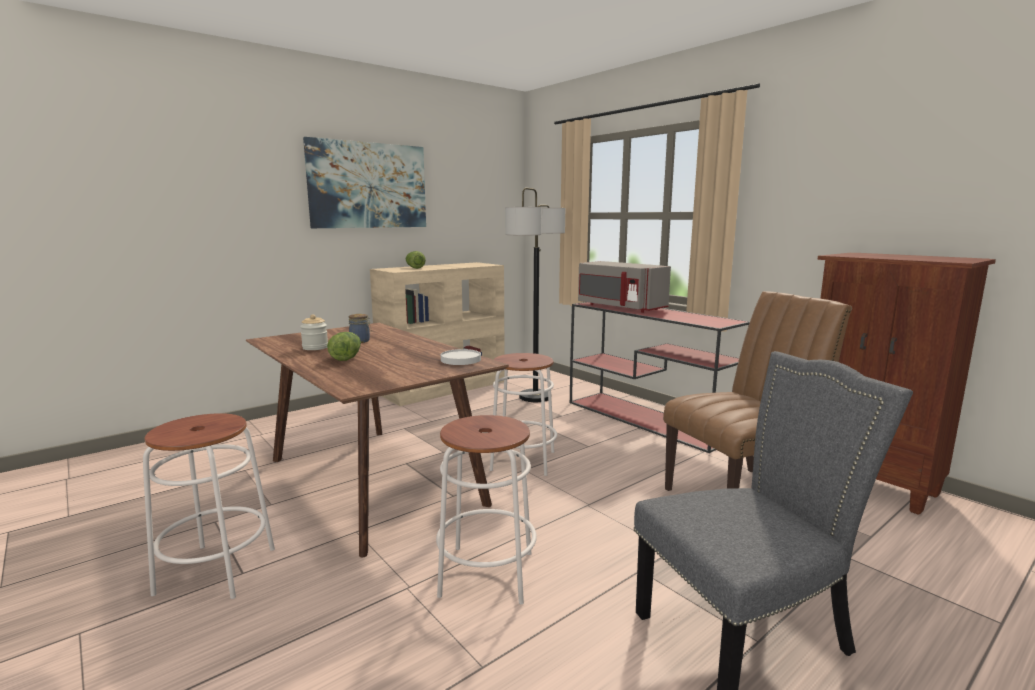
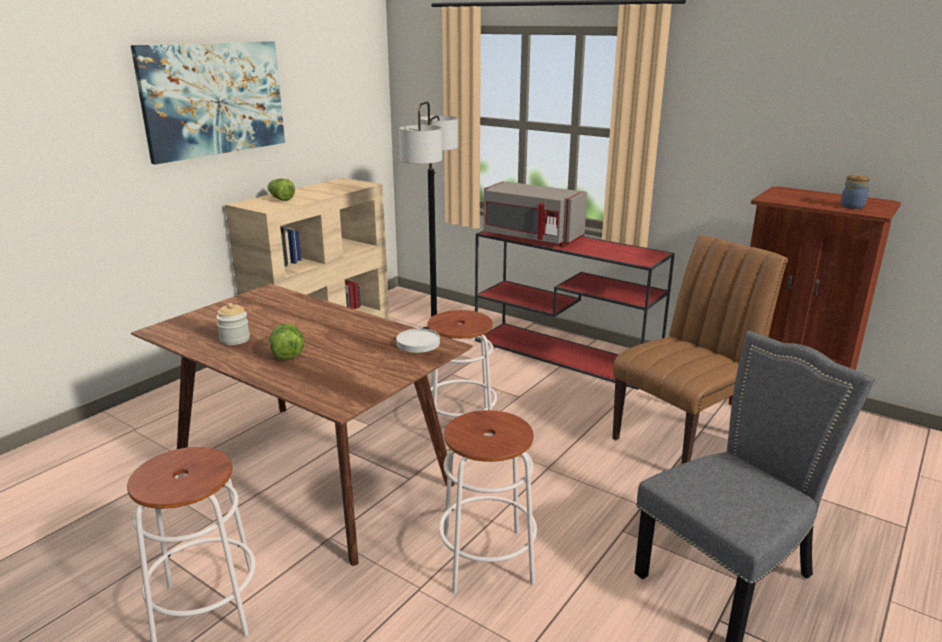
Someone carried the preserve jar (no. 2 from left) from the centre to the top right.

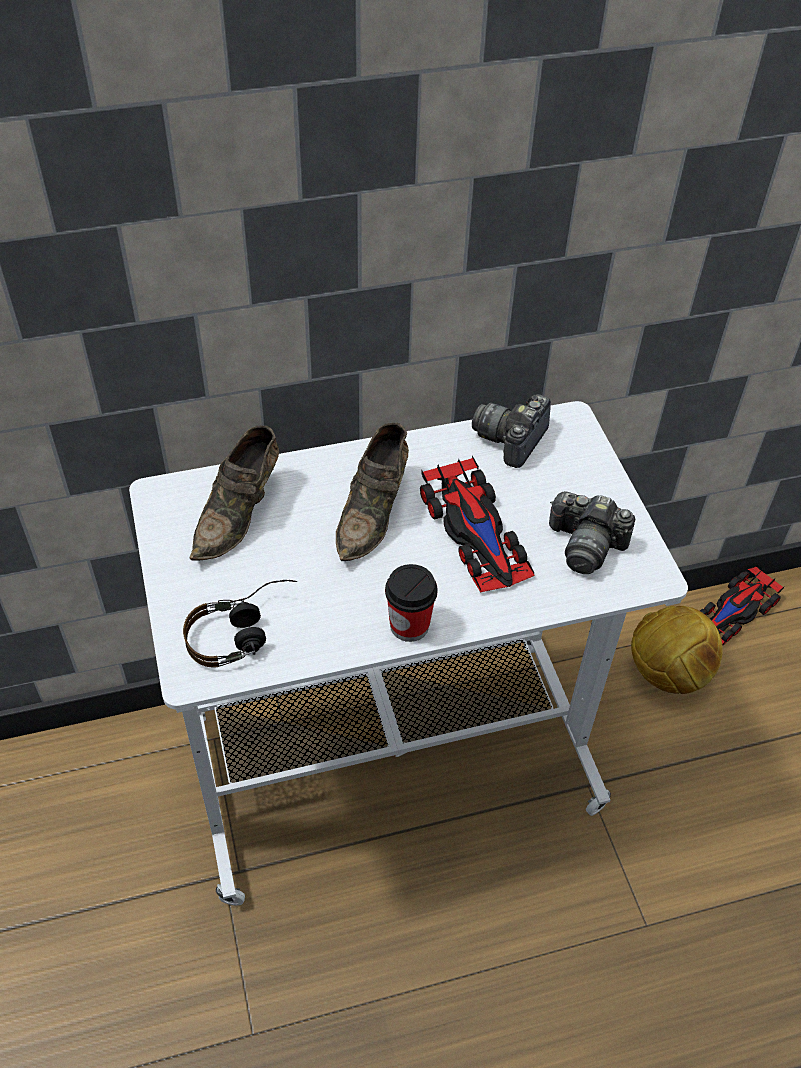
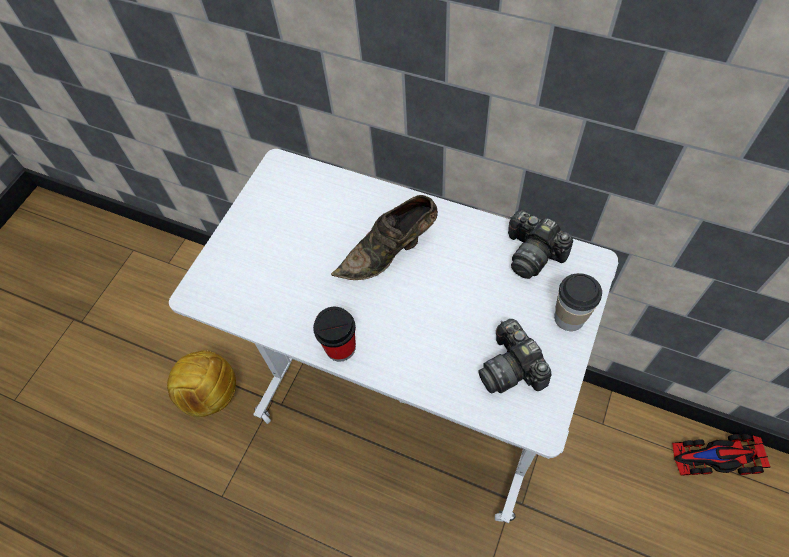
Someone took away the headset at the middle left.
Someone took away the brown low shoe (no. 1 from left) at the middle left.
Someone took away the toy car (no. 1 from left) at the centre.
Someone put down the drinking cup (no. 2 from left) at the middle right.
Someone carried the football ball from the middle right to the bottom left.
Someone rotated the still camera (no. 1 from left in the first image) at the centre by 120 degrees counterclockwise.

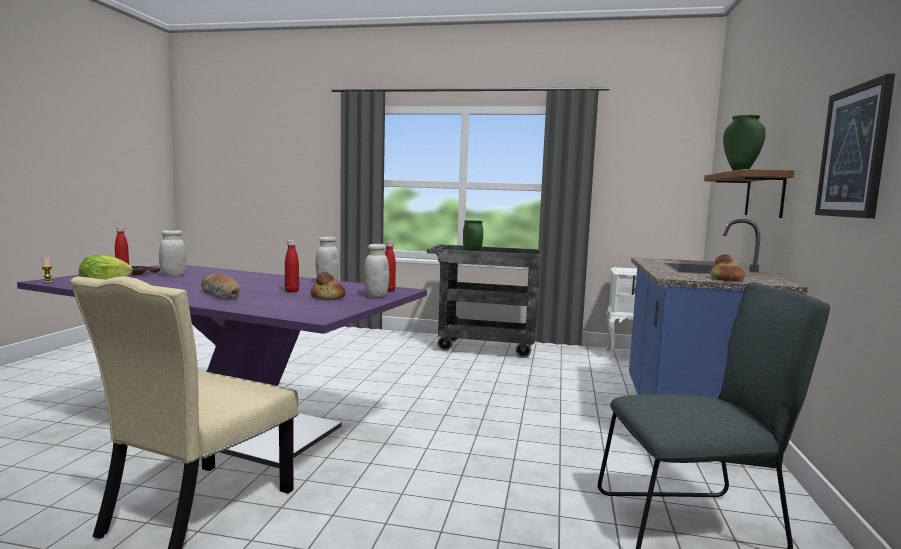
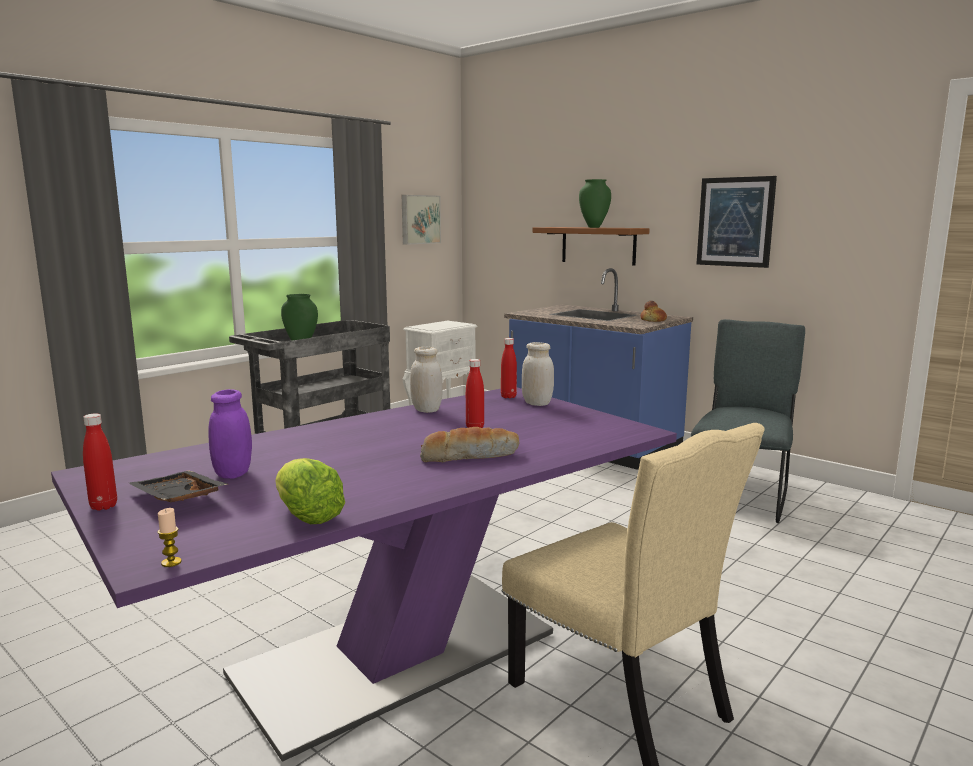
Someone took away the bakery bread (no. 2 from left) at the centre.
Someone put up the picture (no. 1 from left) at the top centre.
Someone repainted the white preserve jar (no. 1 from left) at the middle left, which became the purple preserve jar at the middle left.

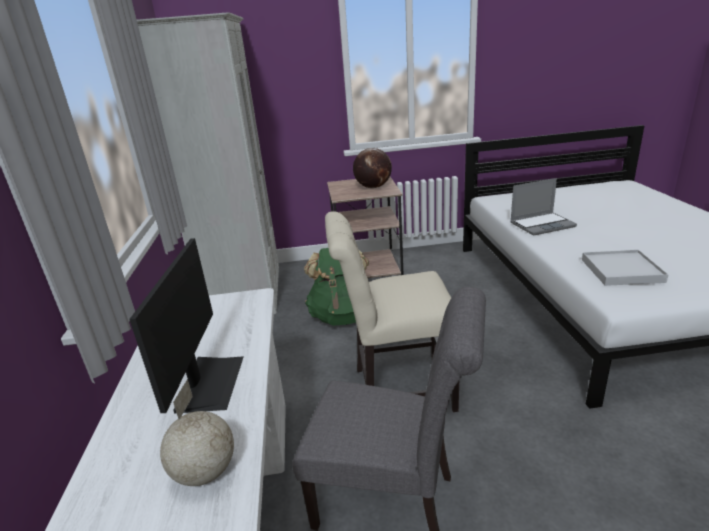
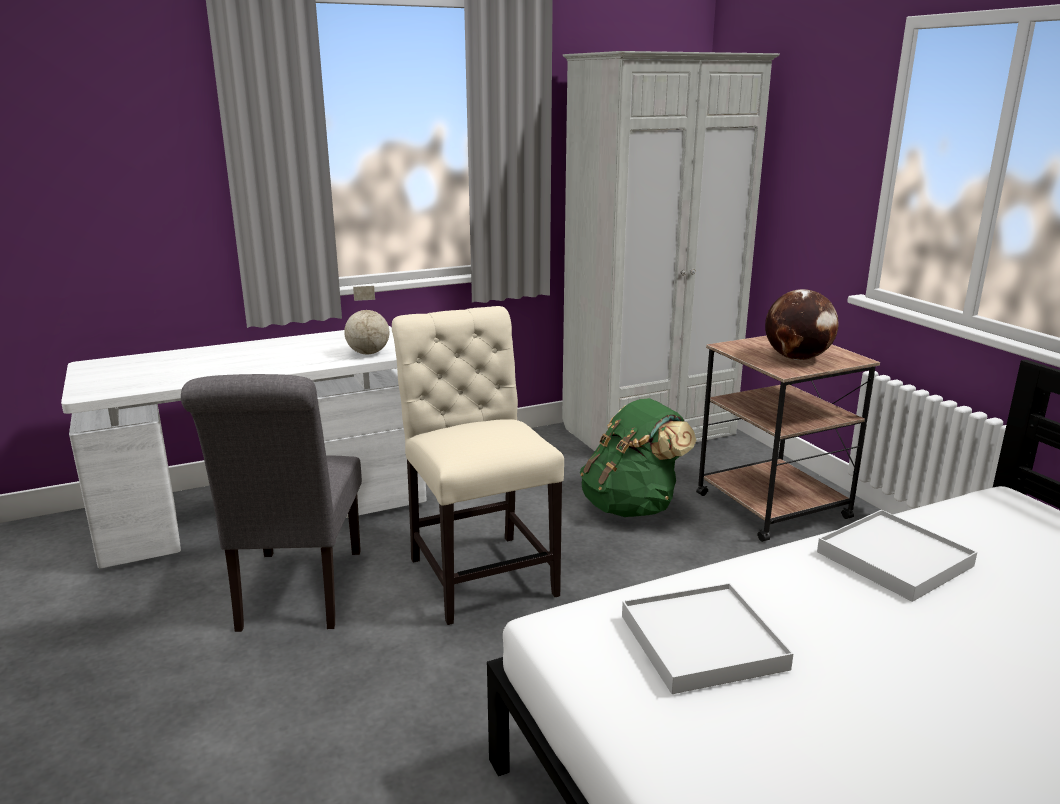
Someone took away the computer display at the middle left.
Someone carried the desk globe (no. 1 from left) from the bottom left to the centre.
Someone swapped the portable computer at the middle right for the white carrying tray (no. 2 from left) at the bottom right.

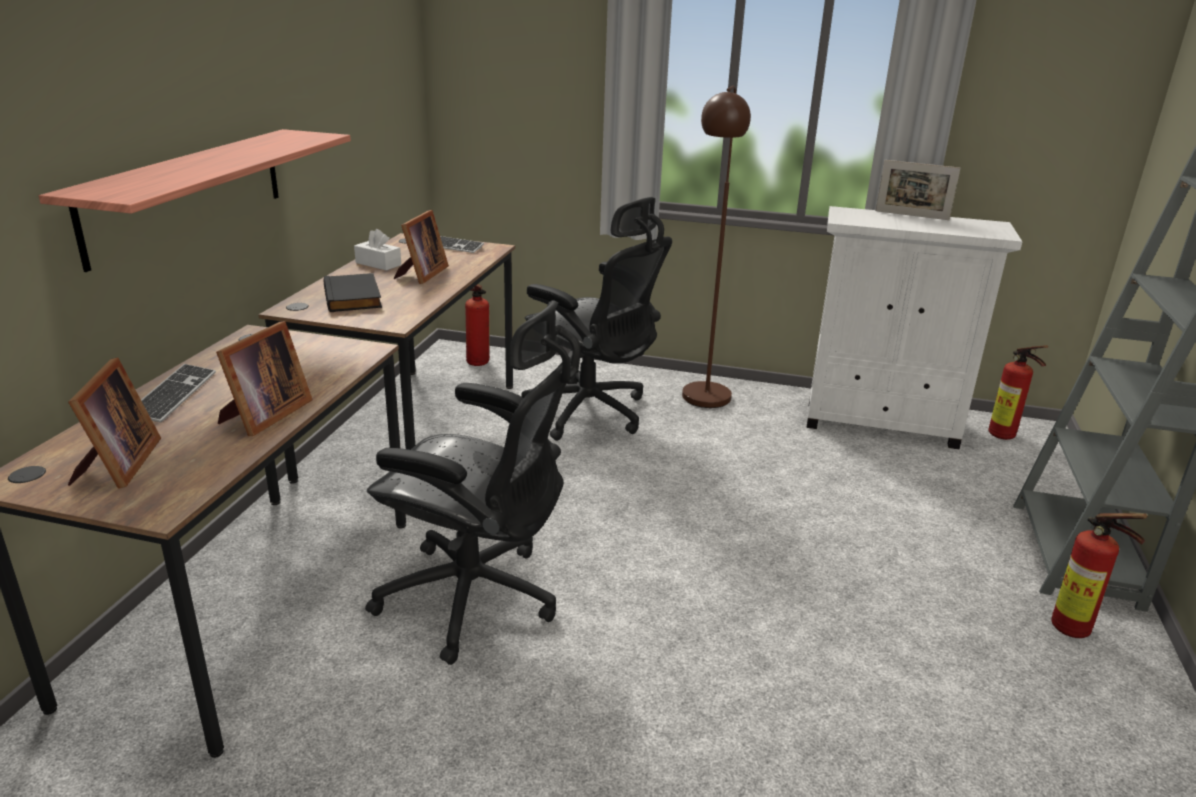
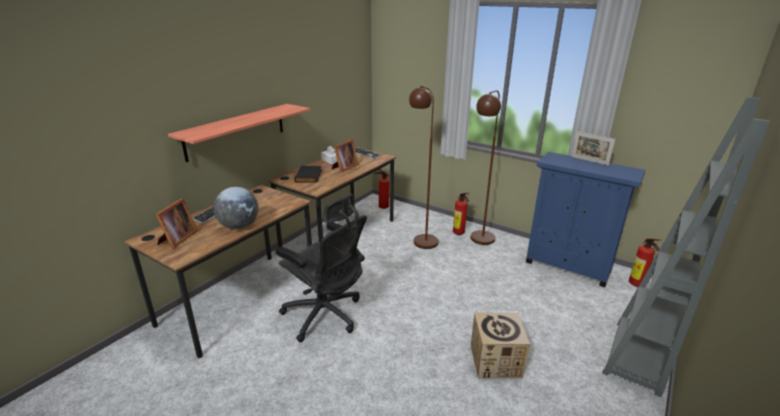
Someone put down the cardboard box at the bottom centre.
Someone carried the fire-fighting cylinder (no. 3 from left in the first image) from the bottom right to the centre.
Someone swapped the standing frame (no. 2 from left) at the middle left for the desk globe at the middle left.
Someone swapped the office chair (no. 2 from left) at the centre for the brown floor lamp (no. 1 from left) at the centre.
Someone repainted the white cupboard at the middle right, which became the blue-coloured cupboard at the middle right.

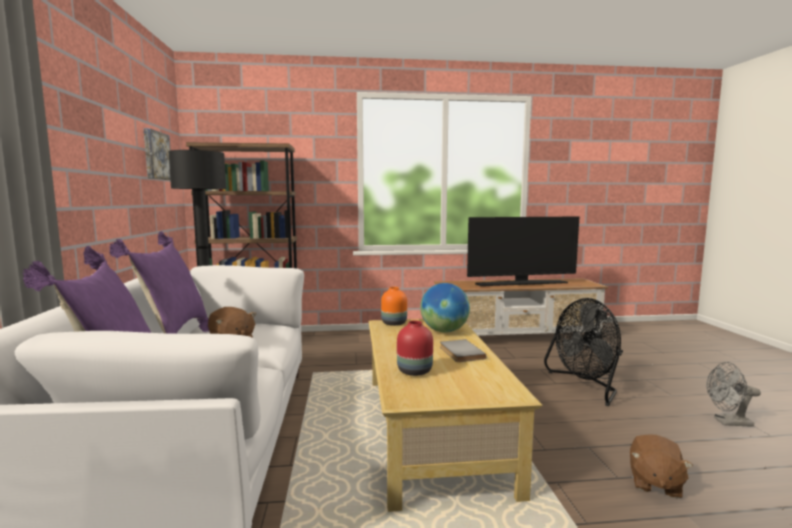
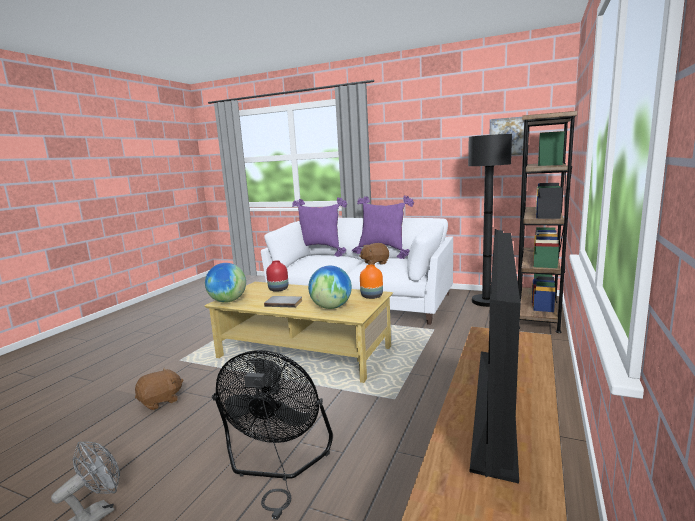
Someone put down the desk globe (no. 1 from left) at the middle left.
Someone rotated the brown cuddly toy (no. 2 from left in the first image) at the bottom right by 90 degrees clockwise.

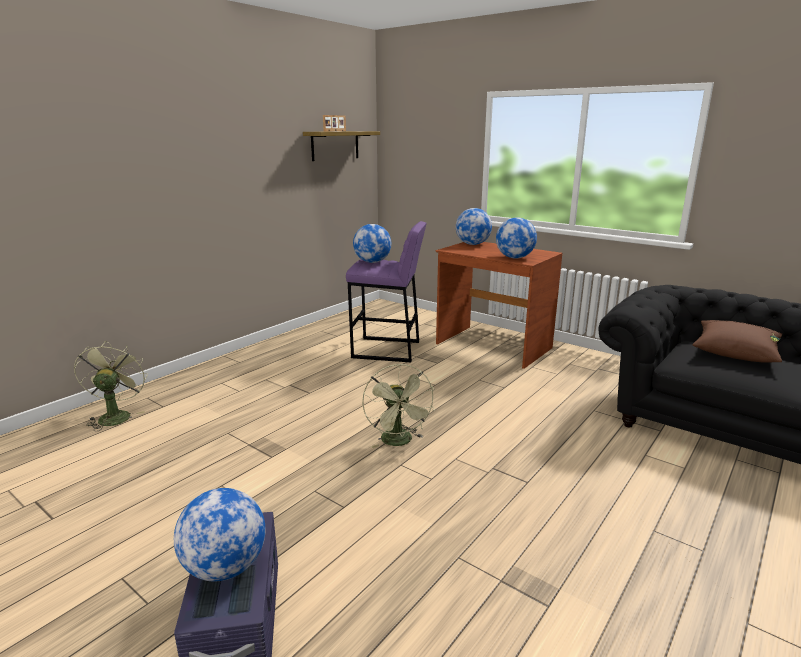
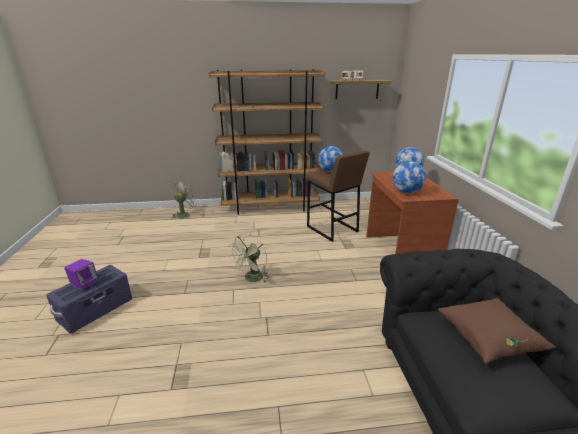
Someone put down the brown bookshelf at the top centre.
Someone swapped the desk globe (no. 1 from left) at the bottom left for the purple audio speaker at the middle left.
Someone repainted the purple stool seat at the centre, which became the brown stool seat at the centre.

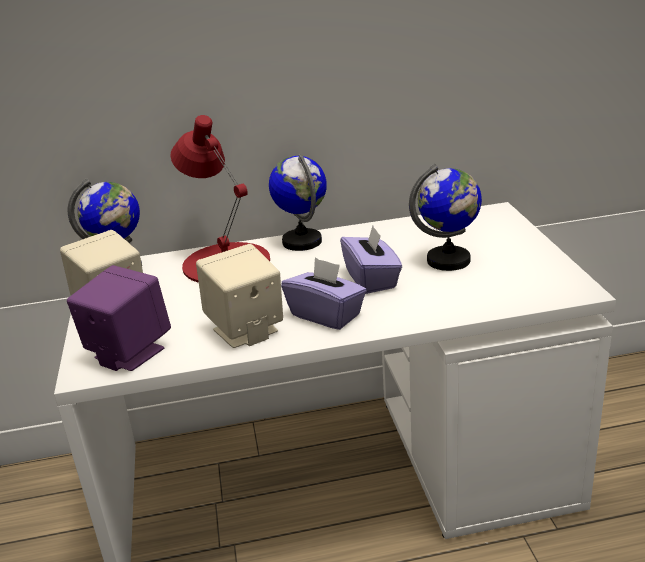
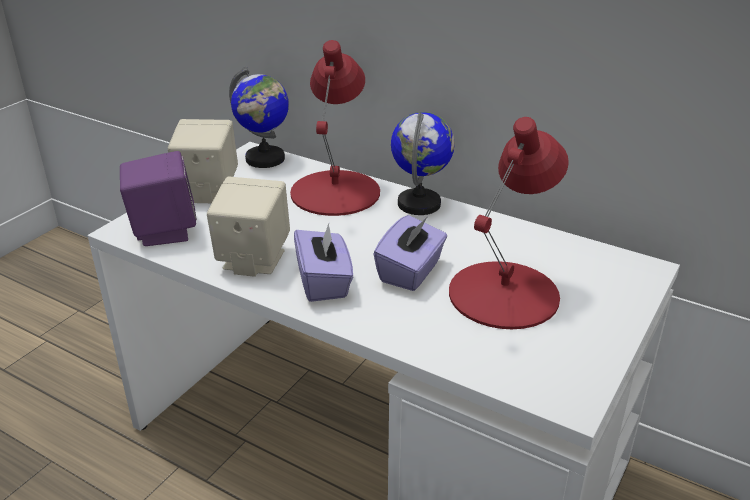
Someone swapped the desk globe (no. 3 from left) at the middle right for the red lamp for a table (no. 2 from left) at the middle right.

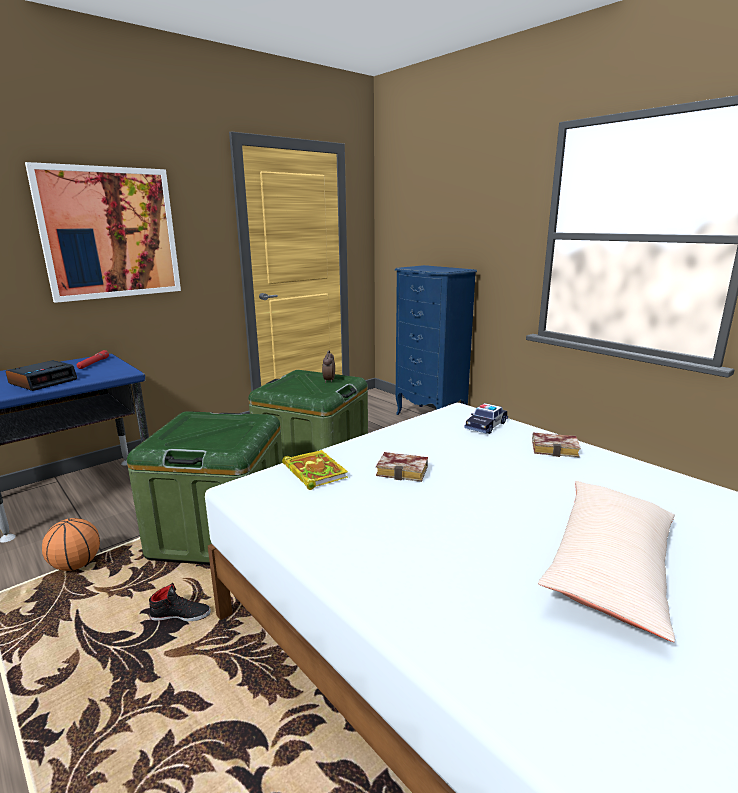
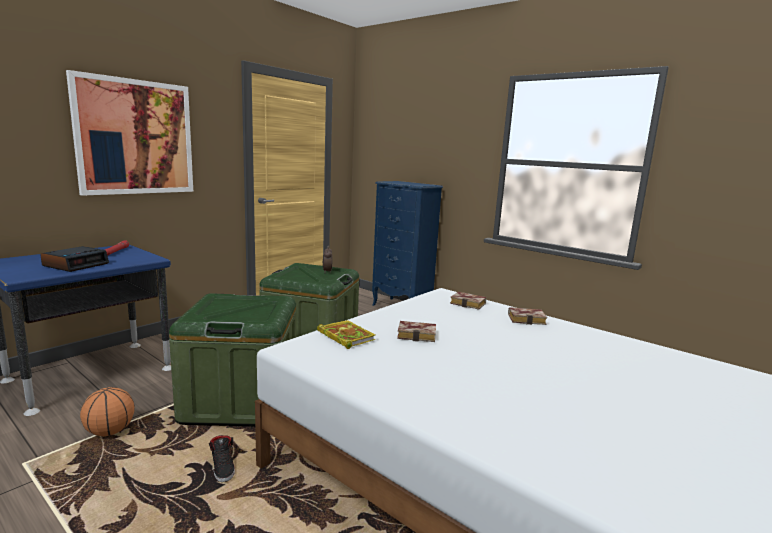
Someone took away the beige-coloured cushion at the bottom right.
Someone swapped the toy car at the centre for the volume (no. 3 from left) at the centre.
Someone rotated the black low shoe at the bottom left by 75 degrees clockwise.

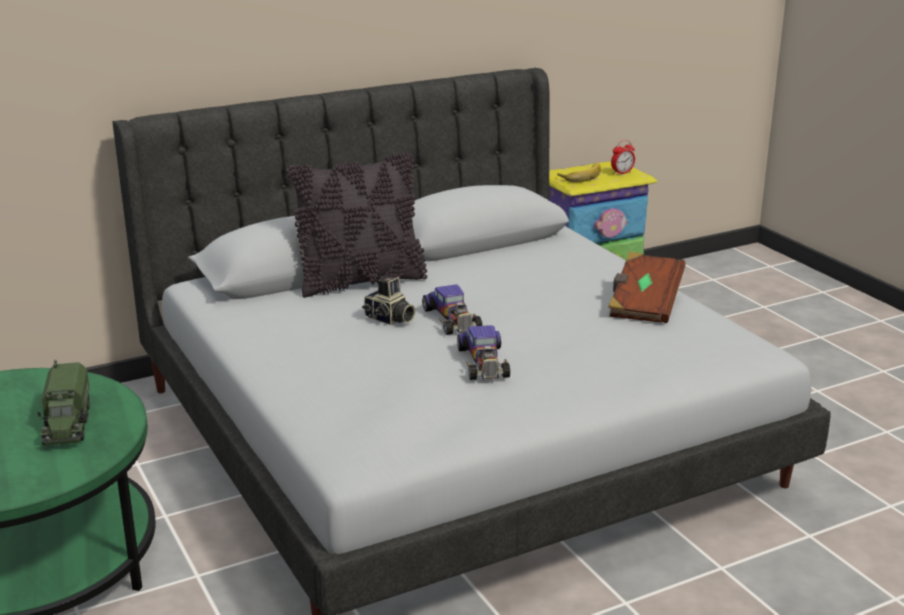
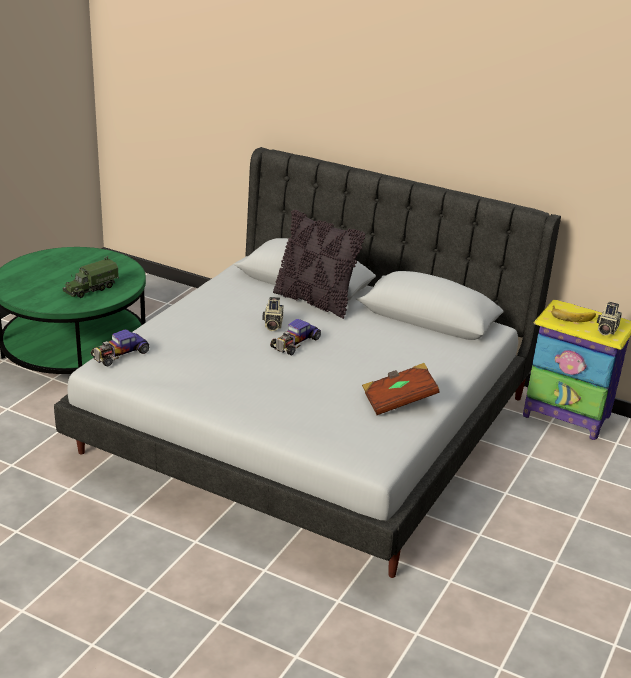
Someone carried the toy car (no. 2 from left in the first image) from the centre to the middle left.
Someone swapped the alarm clock at the top right for the still camera (no. 2 from left) at the middle right.

